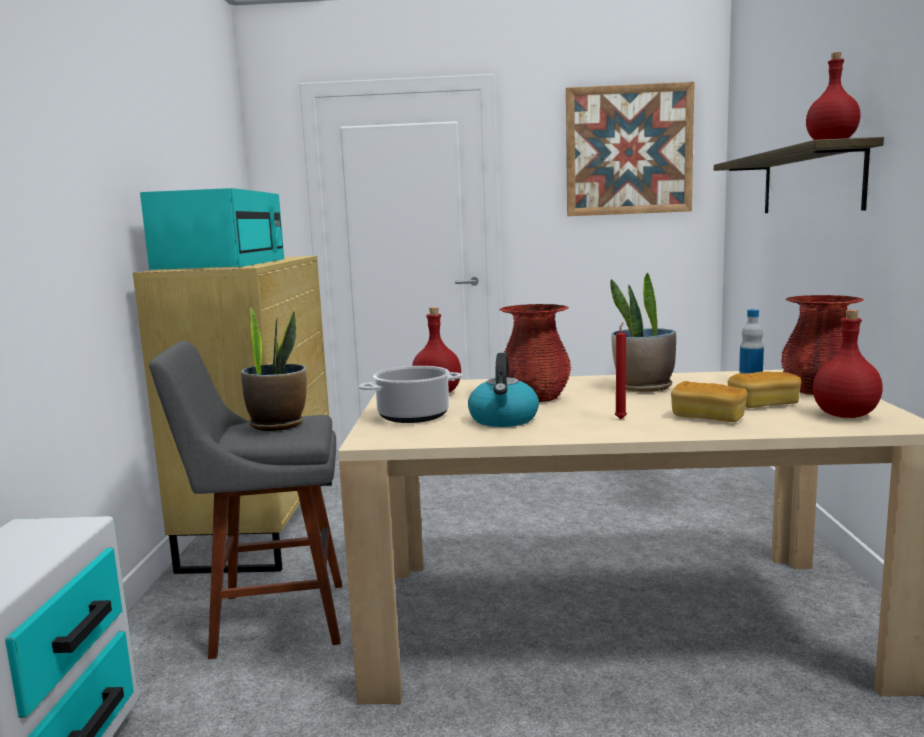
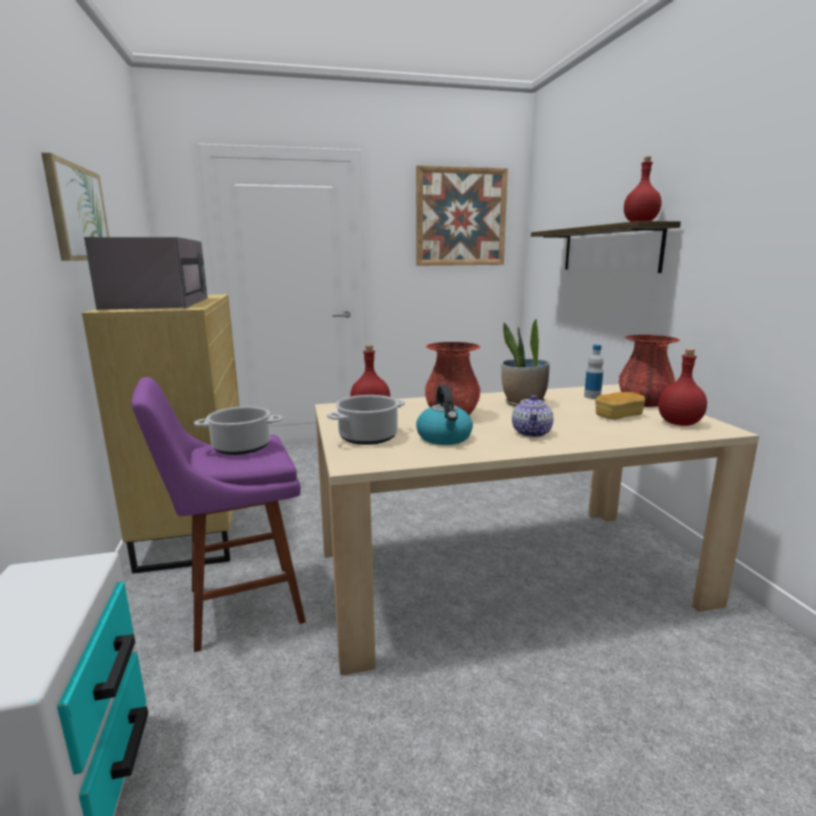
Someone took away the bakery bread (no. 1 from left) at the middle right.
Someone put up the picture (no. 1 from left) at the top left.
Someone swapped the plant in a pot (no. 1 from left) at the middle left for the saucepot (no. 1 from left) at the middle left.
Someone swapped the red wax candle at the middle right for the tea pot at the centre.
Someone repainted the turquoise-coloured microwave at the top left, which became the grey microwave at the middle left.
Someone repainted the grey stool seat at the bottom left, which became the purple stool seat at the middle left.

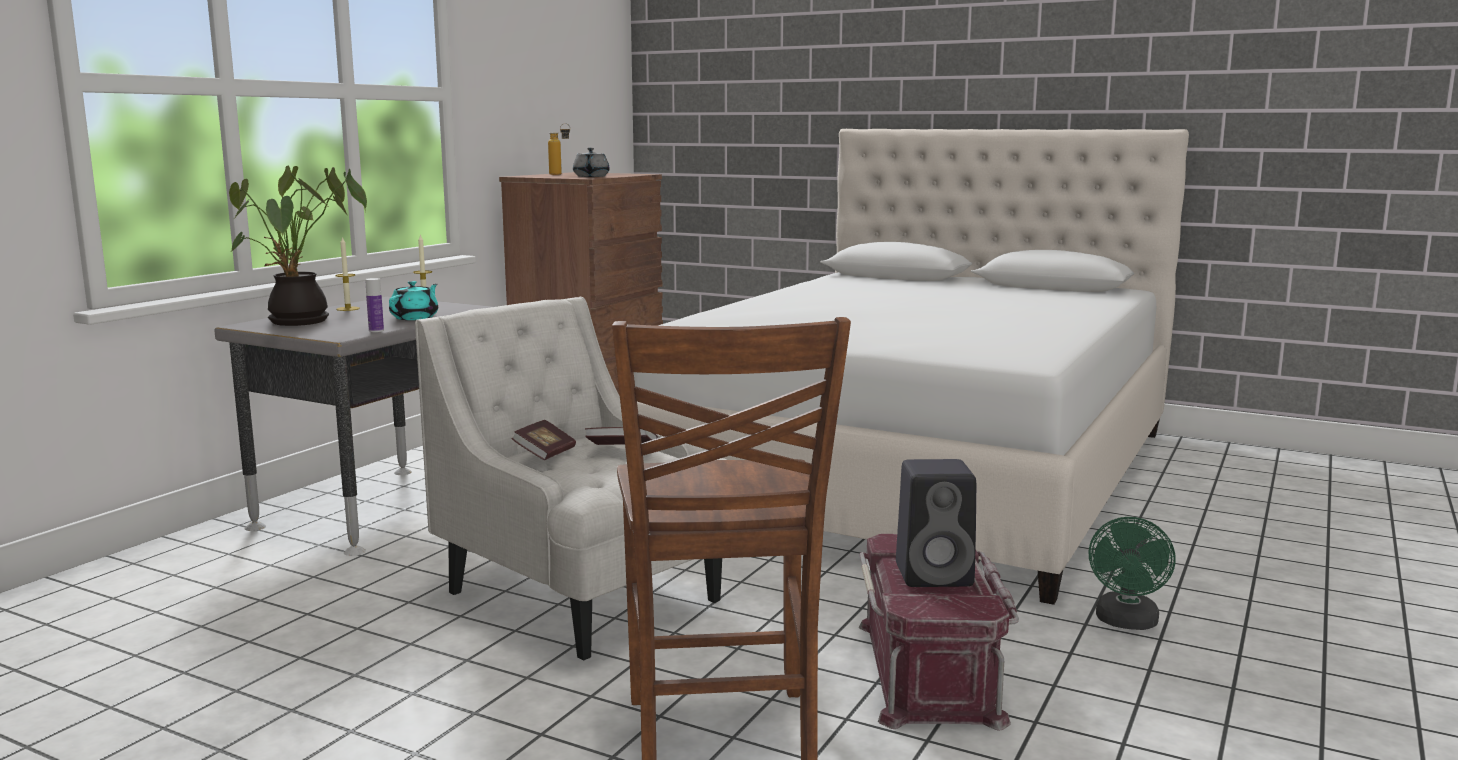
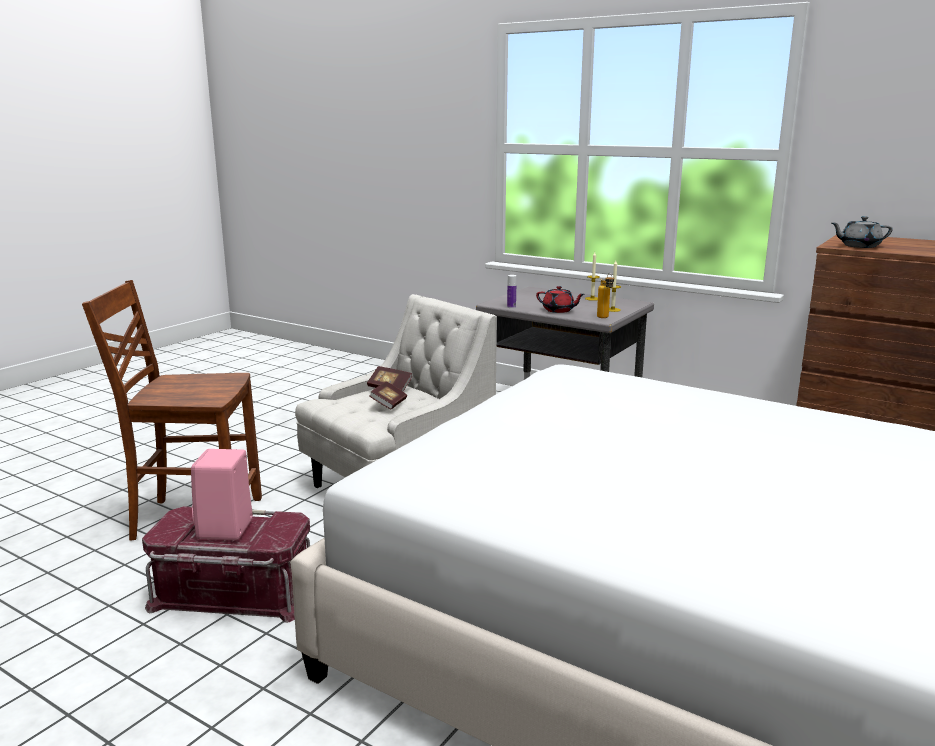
Someone took away the plant in a pot at the top left.
Someone took away the green-coloured fan at the bottom right.
Someone carried the bottle (no. 2 from left) from the top centre to the centre.
Someone repainted the turquoise-coloured tea pot at the middle left, which became the red tea pot at the centre.
Someone repainted the black audio speaker at the bottom centre, which became the pinkish audio speaker at the middle left.

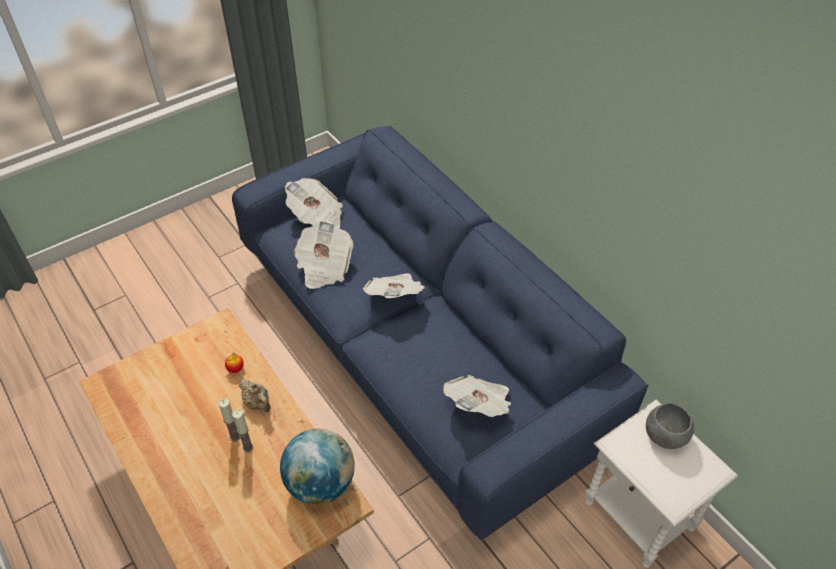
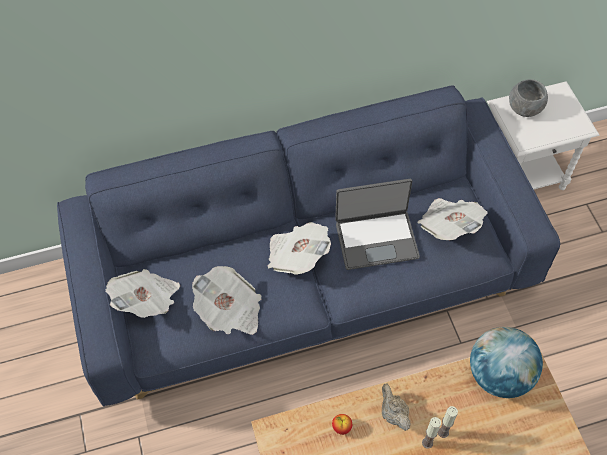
Someone put down the portable computer at the centre.
Someone rotated the beige-coloured tea pot at the bottom left by 90 degrees counterclockwise.

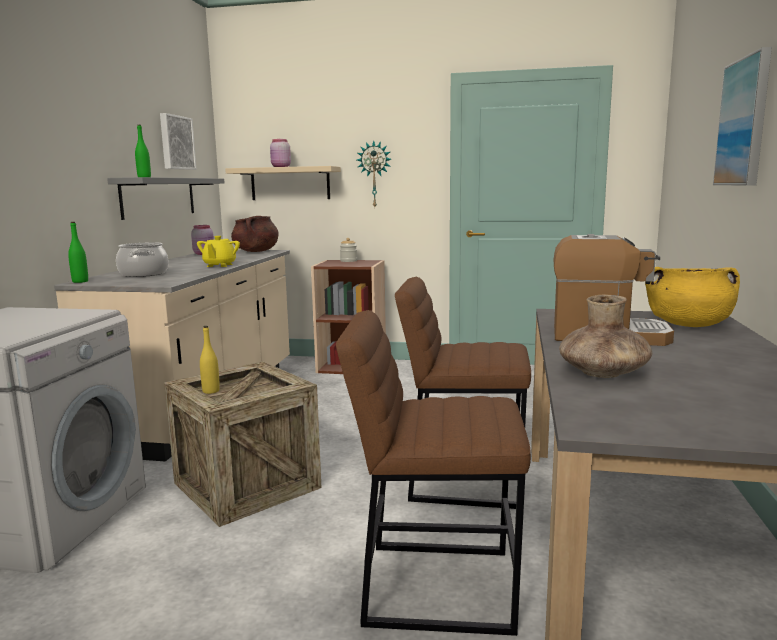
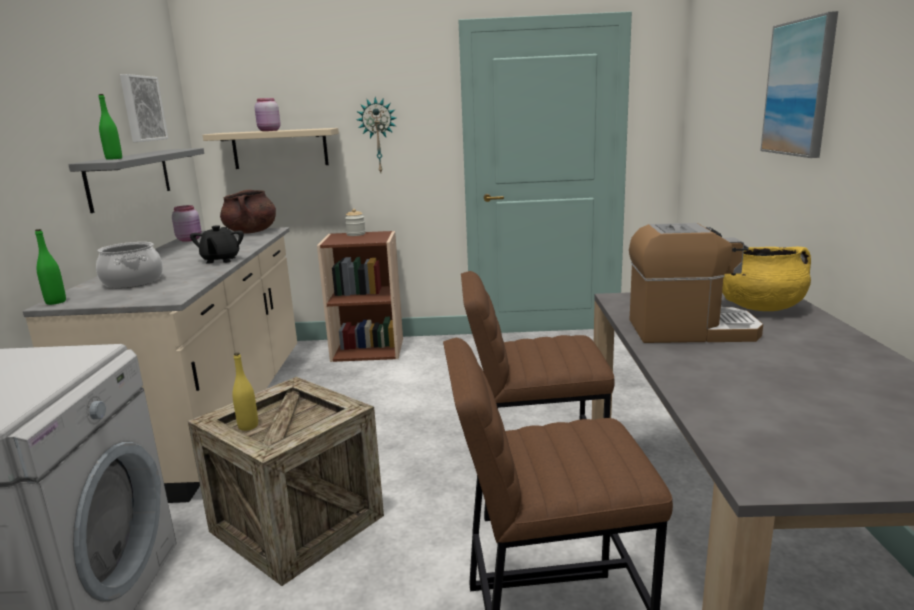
Someone took away the brown decorative vase at the middle right.
Someone repainted the yellowish tea pot at the middle left, which became the black tea pot at the middle left.

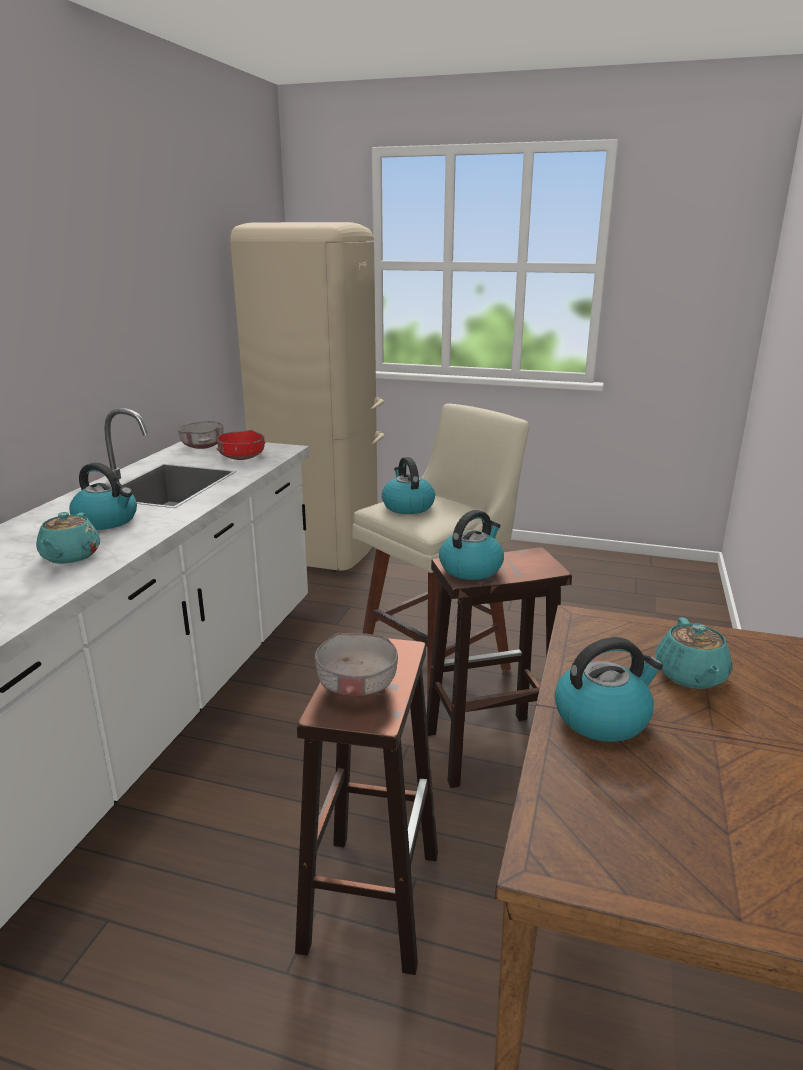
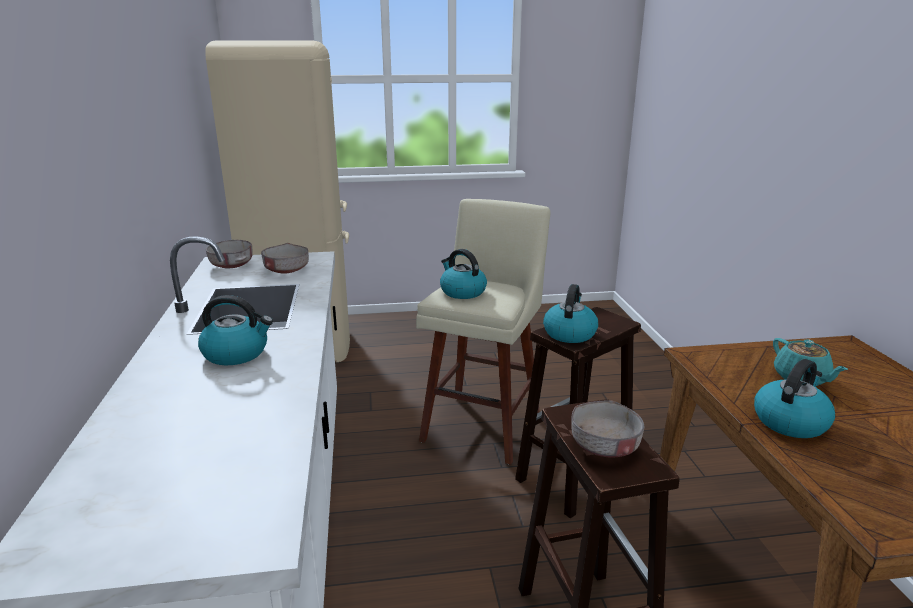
Someone took away the turquoise-coloured tea pot (no. 1 from left) at the middle left.
Someone repainted the red serving bowl at the middle left, which became the grey serving bowl (no. 2 from left) at the middle left.

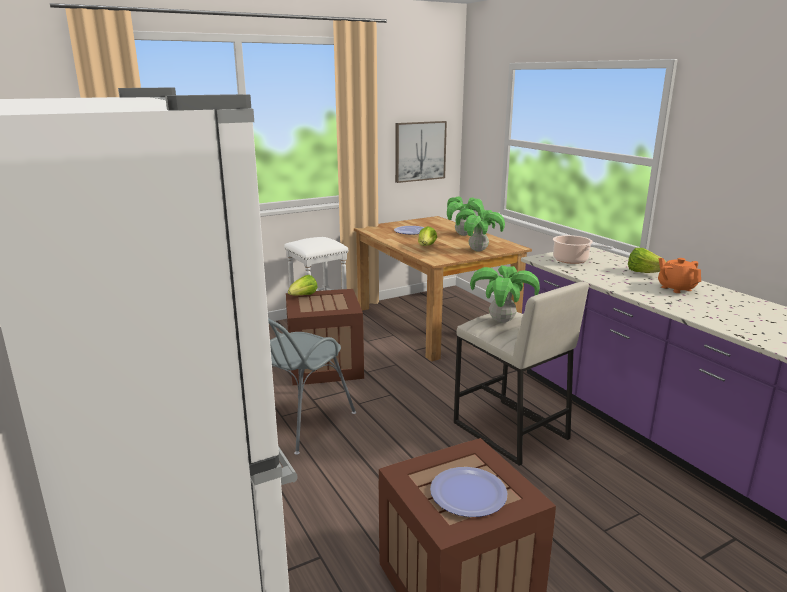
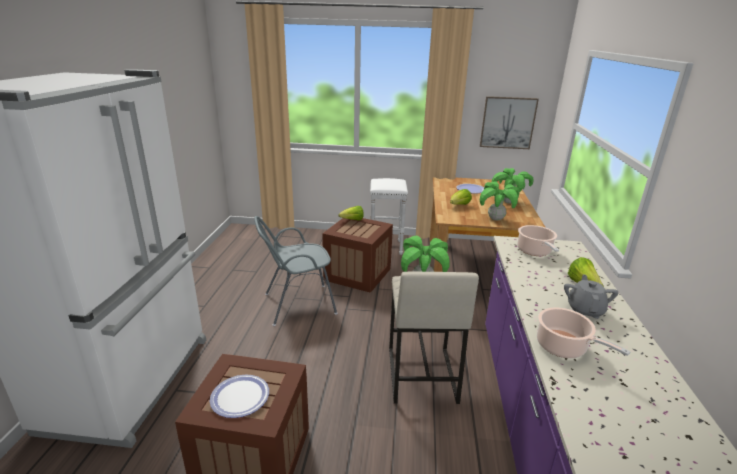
Someone put down the saucepot (no. 2 from left) at the bottom right.
Someone repainted the orange-coloured tea pot at the middle right, which became the grey tea pot at the middle right.

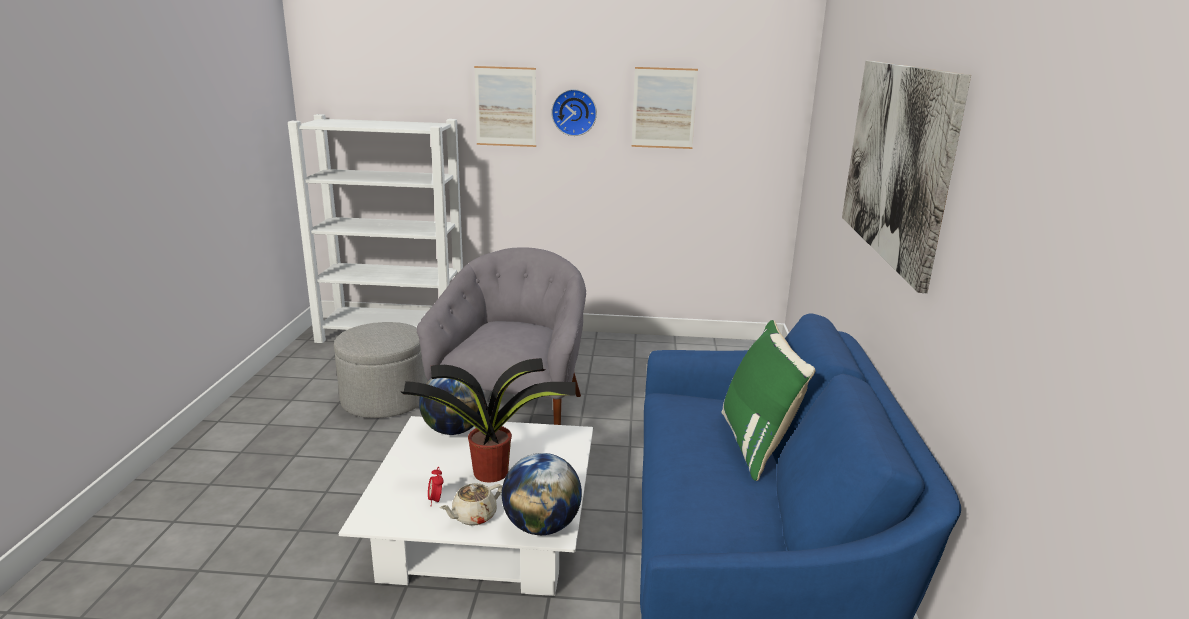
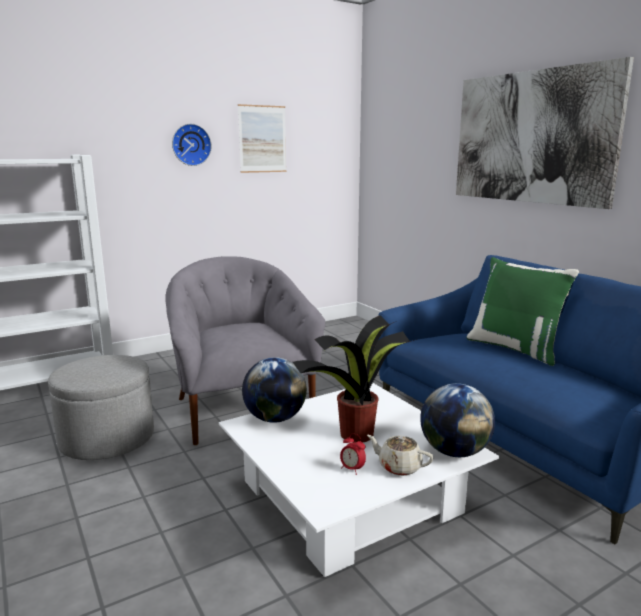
Someone took away the picture (no. 1 from left) at the top centre.
Someone rotated the beige-coloured tea pot at the bottom centre by 105 degrees clockwise.

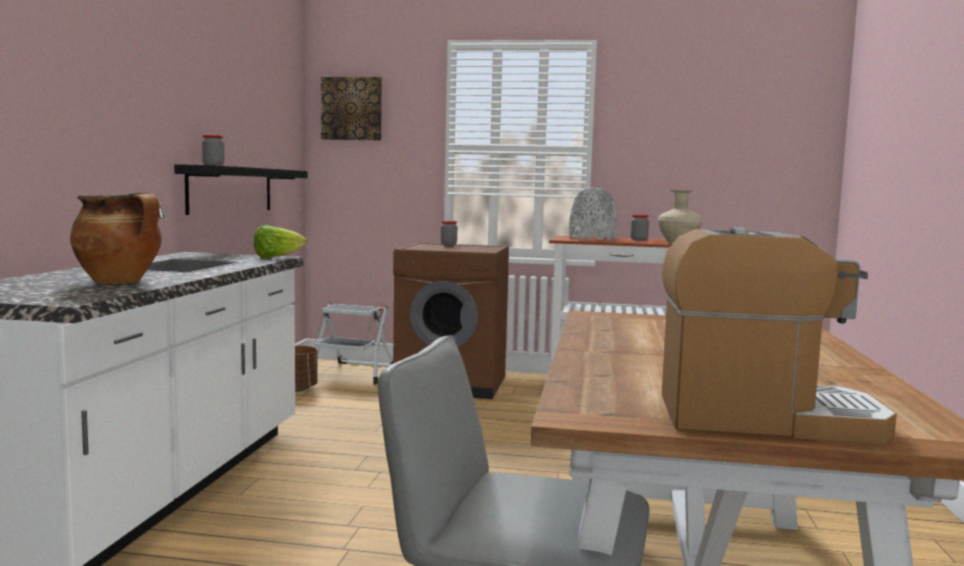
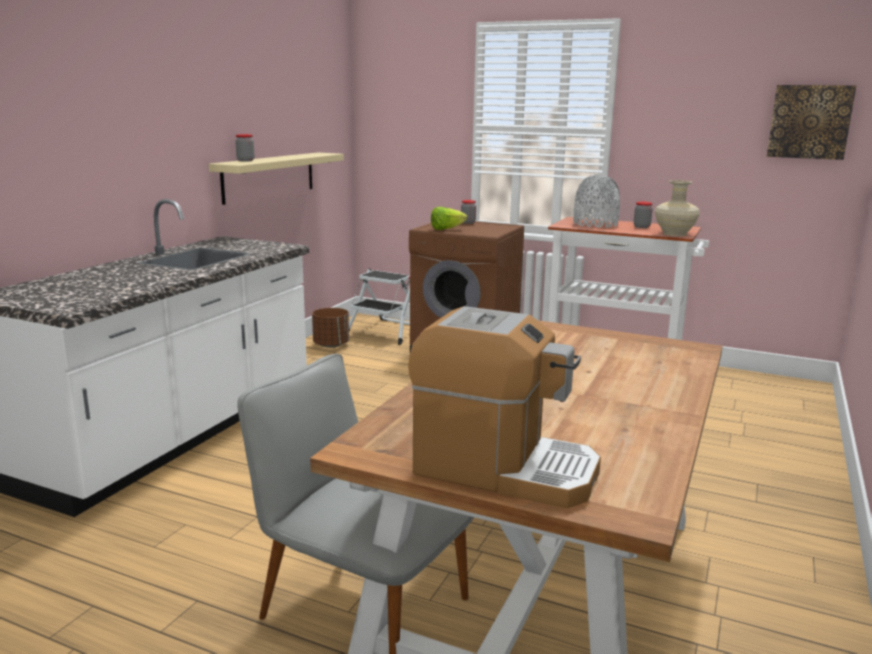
Someone took away the saucepot at the middle left.
Someone carried the head of lettuce from the middle left to the centre.
Someone carried the picture from the top centre to the top right.
Someone repainted the black shelf at the middle left, which became the beige-coloured shelf at the top left.

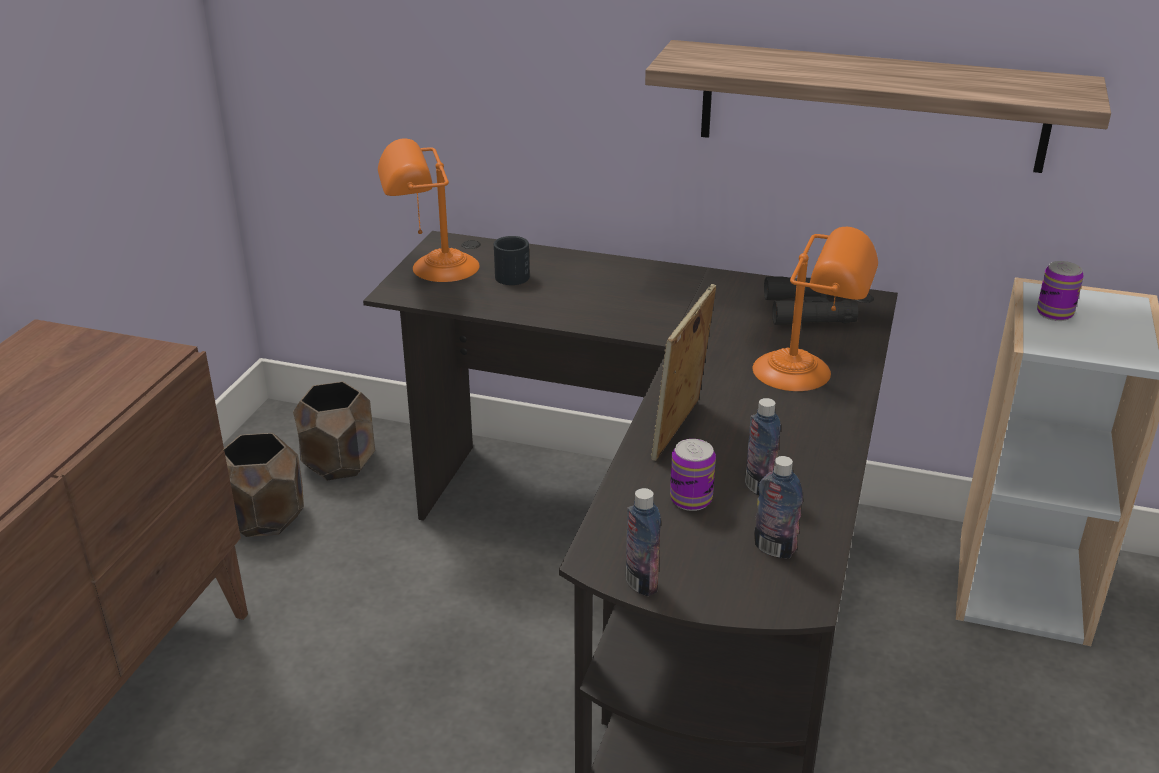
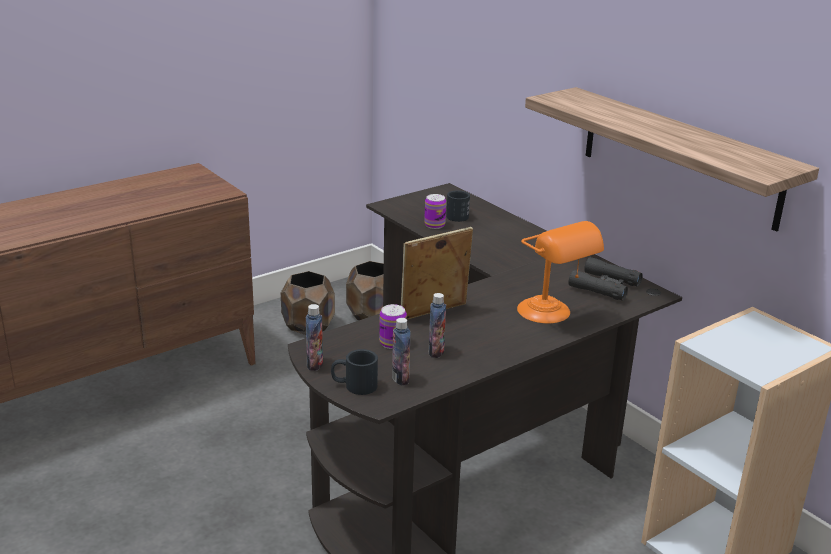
Someone took away the orange-coloured lamp for a table (no. 1 from left) at the top centre.
Someone put down the black coffee mug (no. 1 from left) at the bottom centre.
Someone carried the sealed can (no. 2 from left) from the middle right to the centre.

